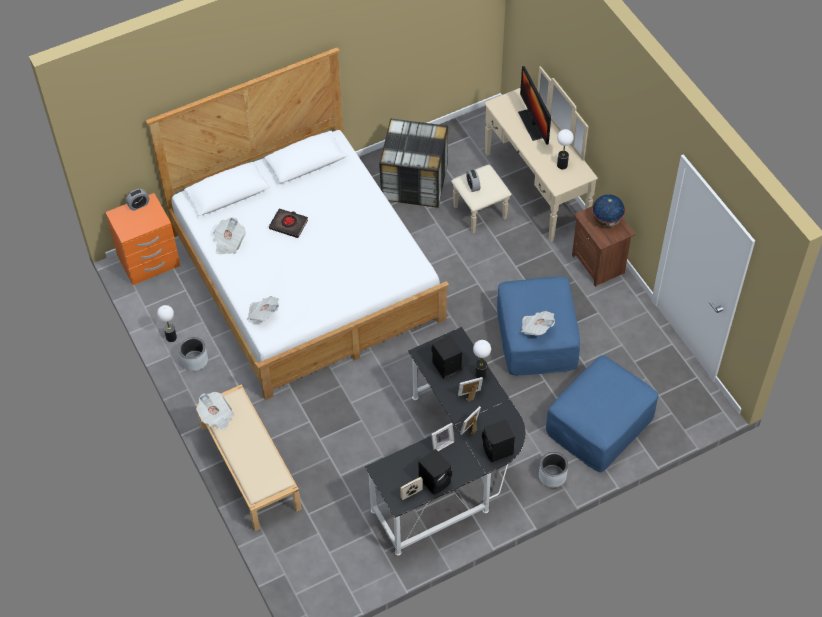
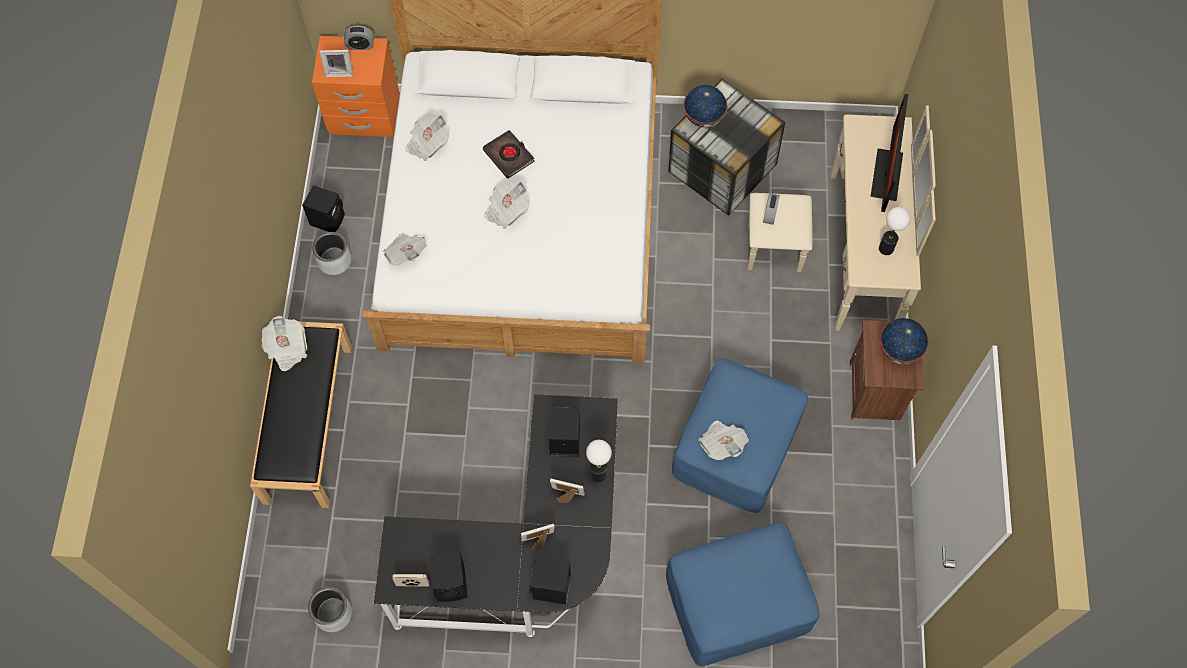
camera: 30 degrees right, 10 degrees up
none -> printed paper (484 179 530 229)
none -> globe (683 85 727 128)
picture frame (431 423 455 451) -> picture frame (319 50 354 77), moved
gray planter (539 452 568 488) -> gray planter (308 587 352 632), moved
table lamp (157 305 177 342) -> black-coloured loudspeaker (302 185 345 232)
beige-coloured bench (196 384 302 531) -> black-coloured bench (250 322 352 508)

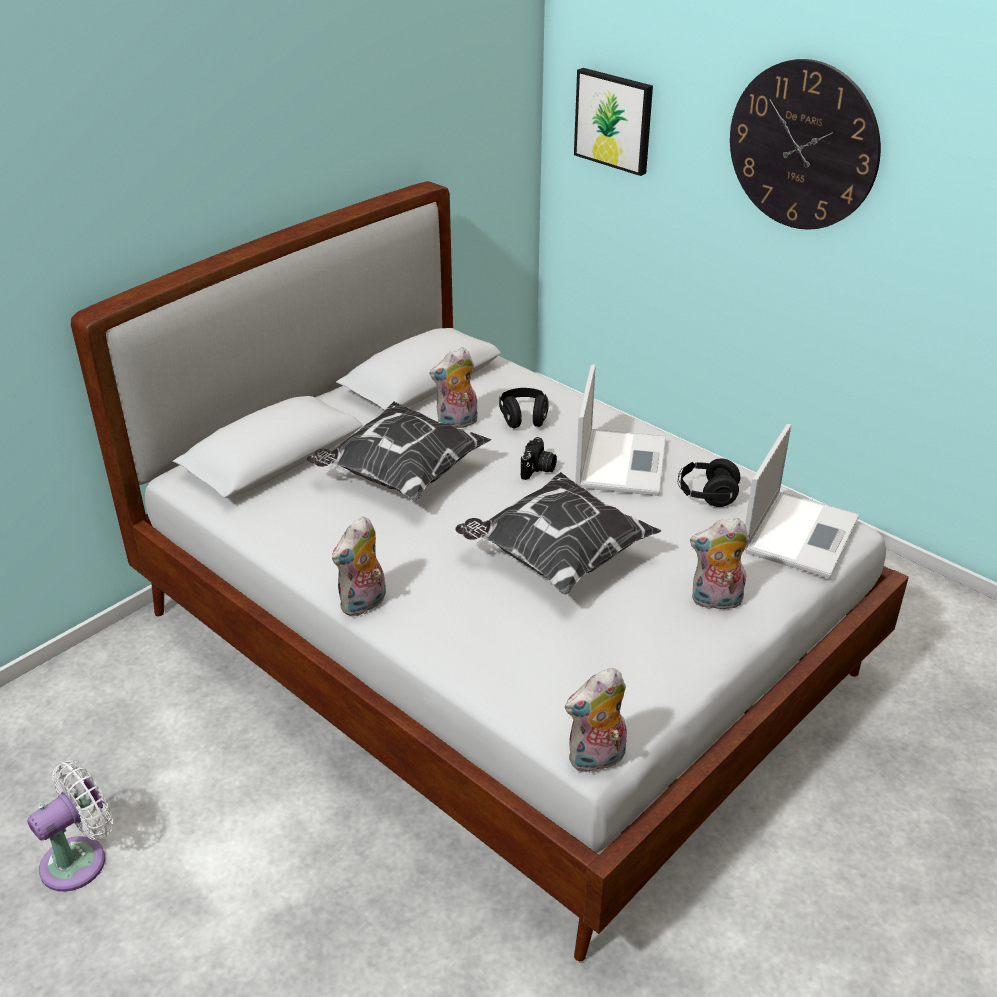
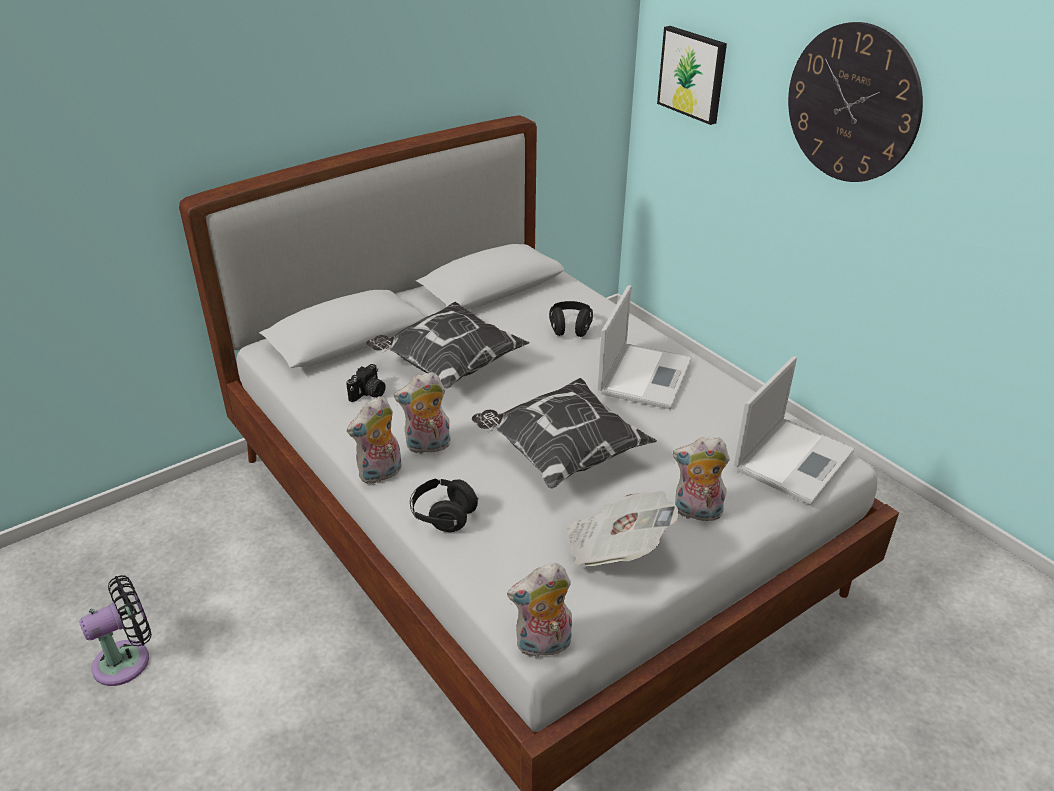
camera: 10 degrees right, 0 degrees up
none -> printed paper (568 491 678 566)
plush toy (429 347 478 428) -> plush toy (394 372 451 454), moved
still camera (521 437 557 480) -> still camera (346 364 386 402), moved
black-coloured headphones (678 458 740 507) -> black-coloured headphones (410 478 479 532), moved
white fan (27 760 113 892) -> black-coloured fan (79 575 152 686)

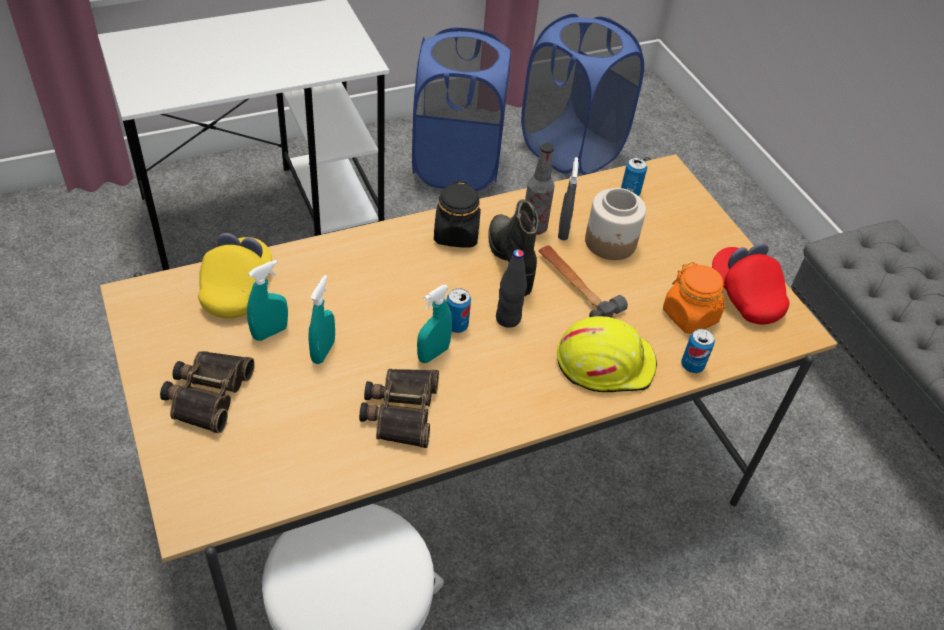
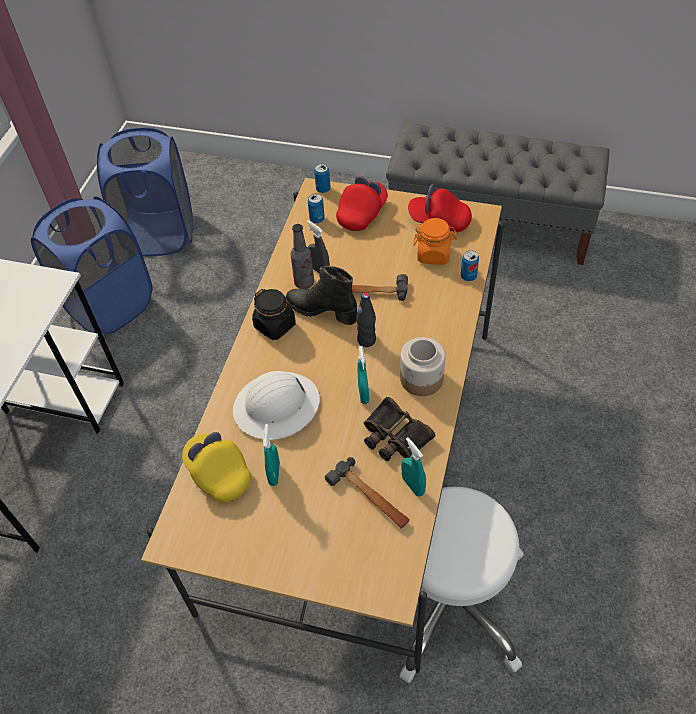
camera: 45 degrees left, 5 degrees up
field glasses (160 351 255 433) -> none
yellow safety helmet (557 316 657 392) -> none
none -> white safety helmet (233 371 320 440)
none -> hammer (325 457 410 529)
none -> reddish baseball cap (336 176 388 231)
turquoise-coloured hand sprayer (308 275 335 364) -> turquoise-coloured hand sprayer (402 437 426 496), moved
can (446 288 471 333) -> can (314 164 331 193), moved
preserve jar (585 188 646 260) -> preserve jar (400 337 446 396), moved

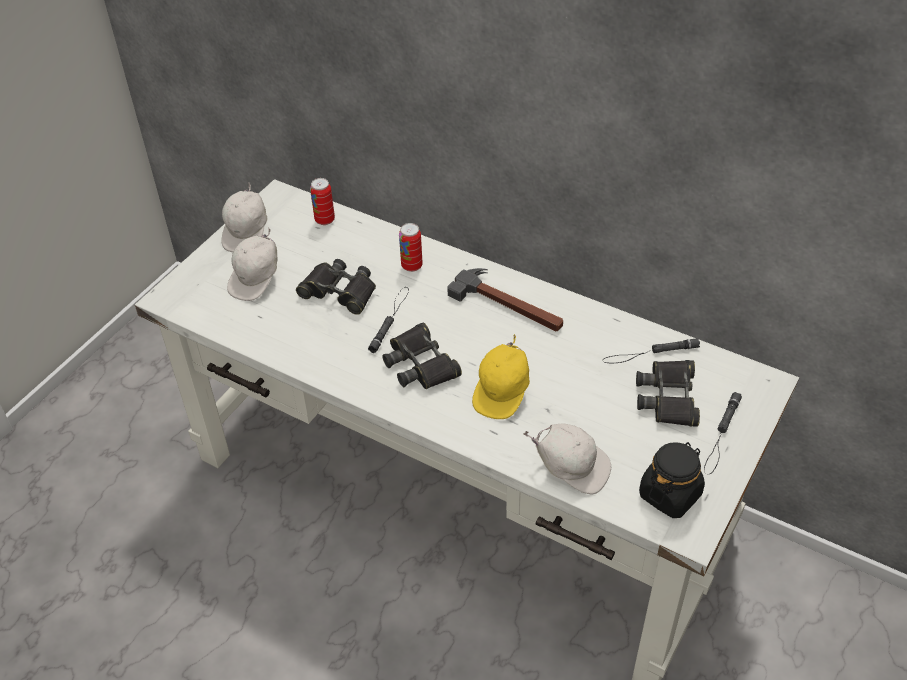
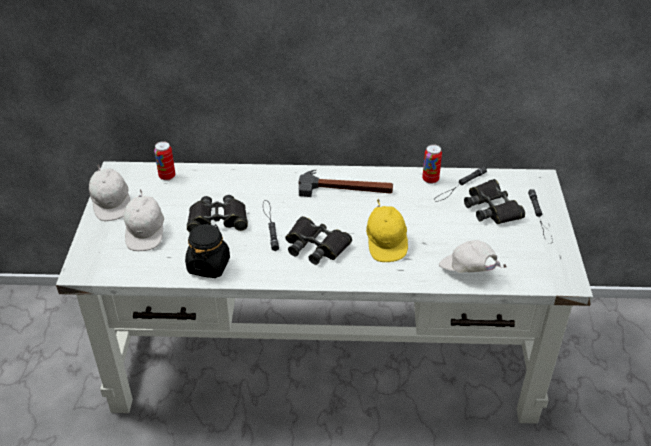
camera: 30 degrees left, 5 degrees down
can (399 223 423 272) -> can (422 144 442 184), moved
black-coloured preserve jar (639 442 705 518) -> black-coloured preserve jar (185 223 230 278), moved
white baseball cap (523 423 611 494) -> white baseball cap (439 240 507 273), 135 degrees counterclockwise

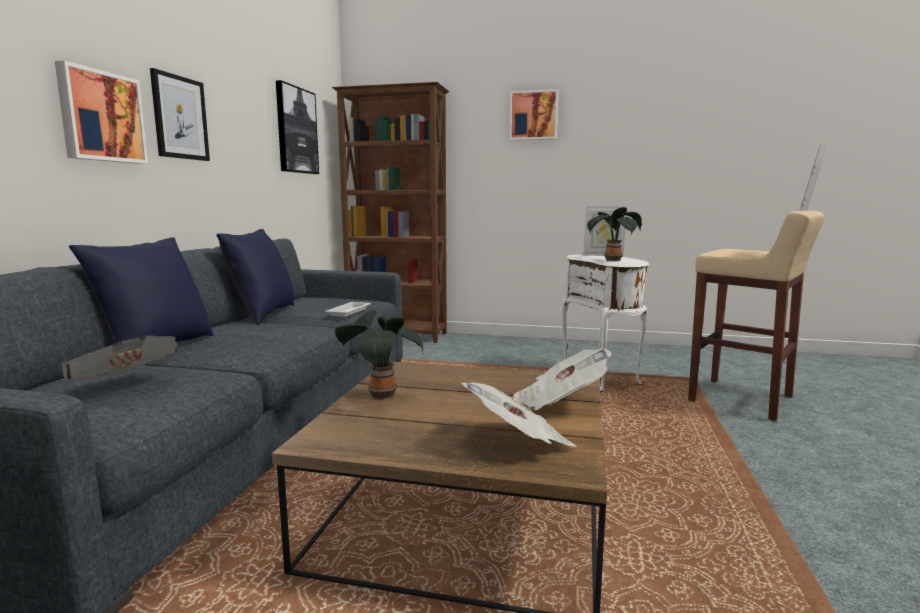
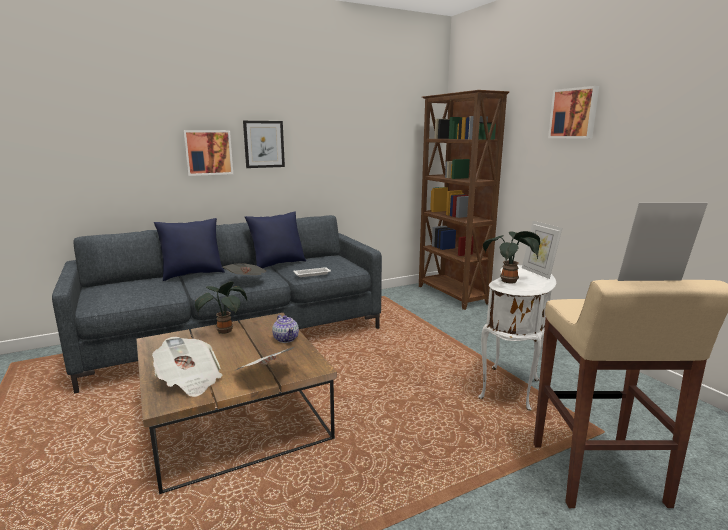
camera: 50 degrees right, 5 degrees up
wall picture (276 80 319 174) -> none
none -> tea pot (272 315 299 343)
printed paper (61 335 178 382) -> printed paper (222 263 266 275), moved

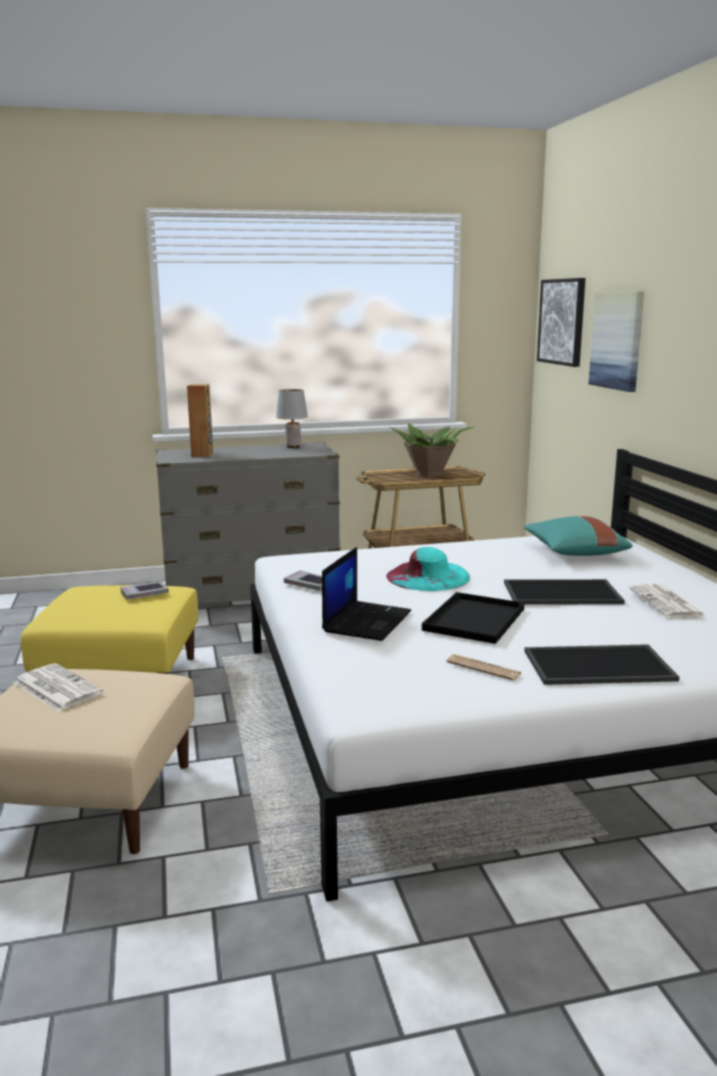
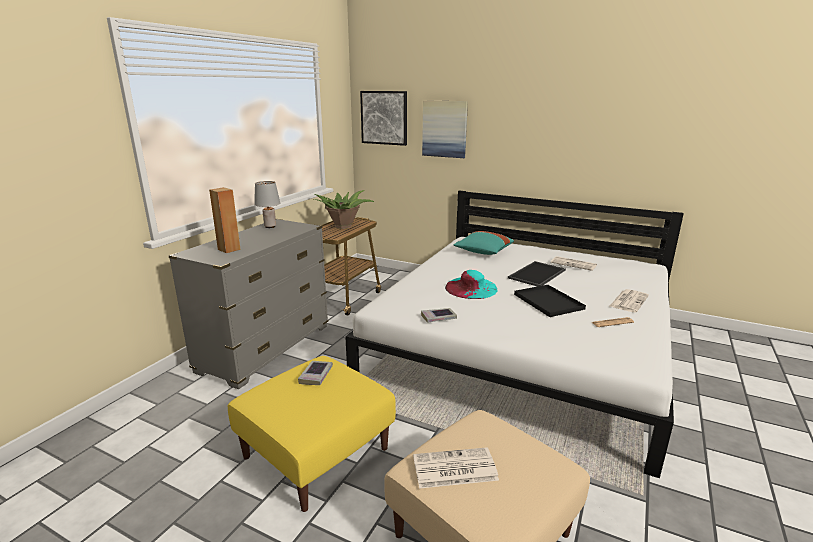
camera: 50 degrees left, 5 degrees up
portable computer (322 547 411 641) -> none
carrying tray (524 644 679 685) -> printed paper (610 289 649 313)

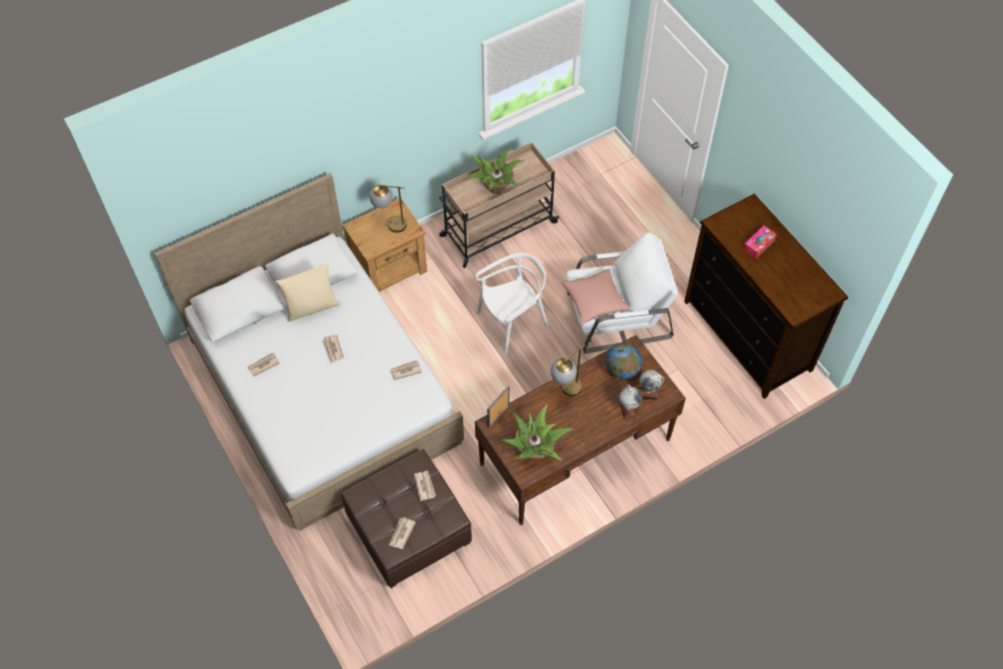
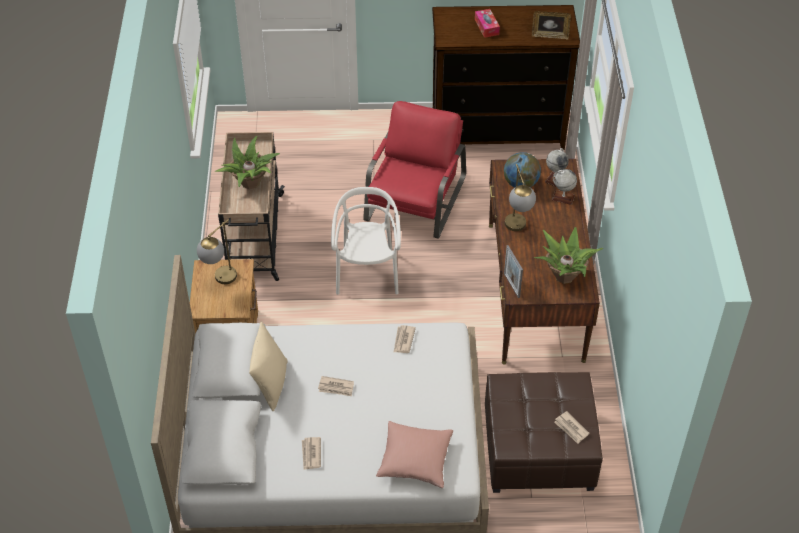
camera: 60 degrees left, 10 degrees down
printed paper (414 471 436 501) -> none
none -> picture frame (532 11 571 39)
pink cushion (562 269 630 325) -> pink cushion (376 421 453 488), moved
white armchair (566 232 679 353) -> reddish armchair (363 101 466 239)

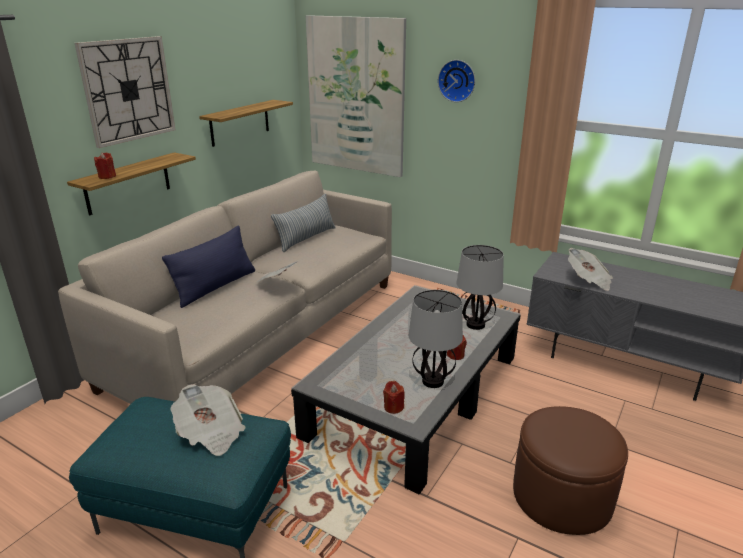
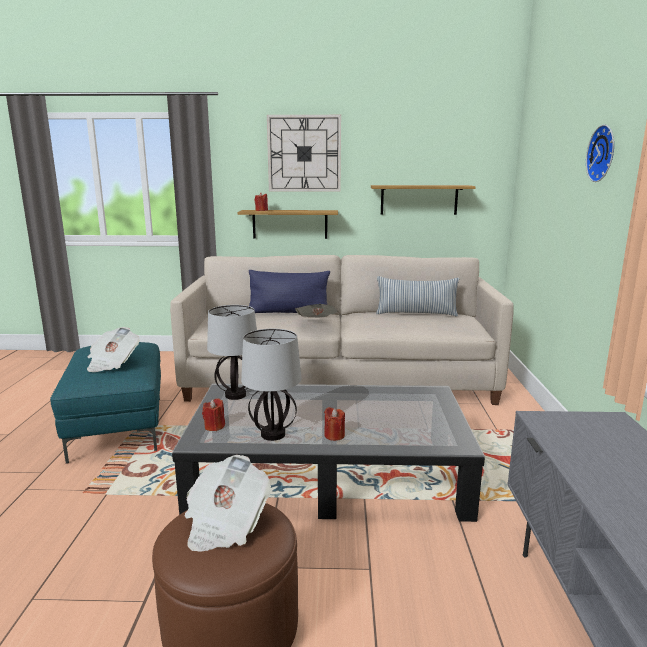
camera: 60 degrees right, 10 degrees down
wall picture (306 15 406 177) -> none
table lamp (457 245 504 330) -> table lamp (207 305 257 400), moved
printed paper (568 248 613 291) -> printed paper (184 455 271 552), moved

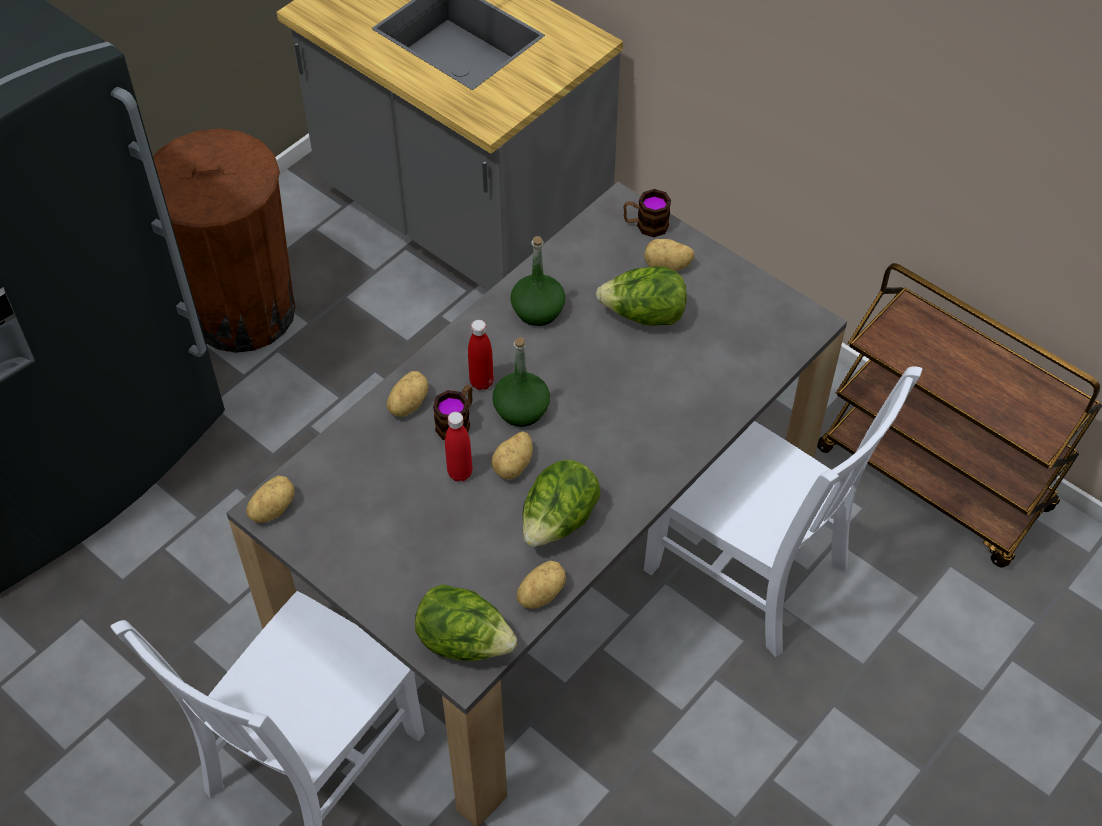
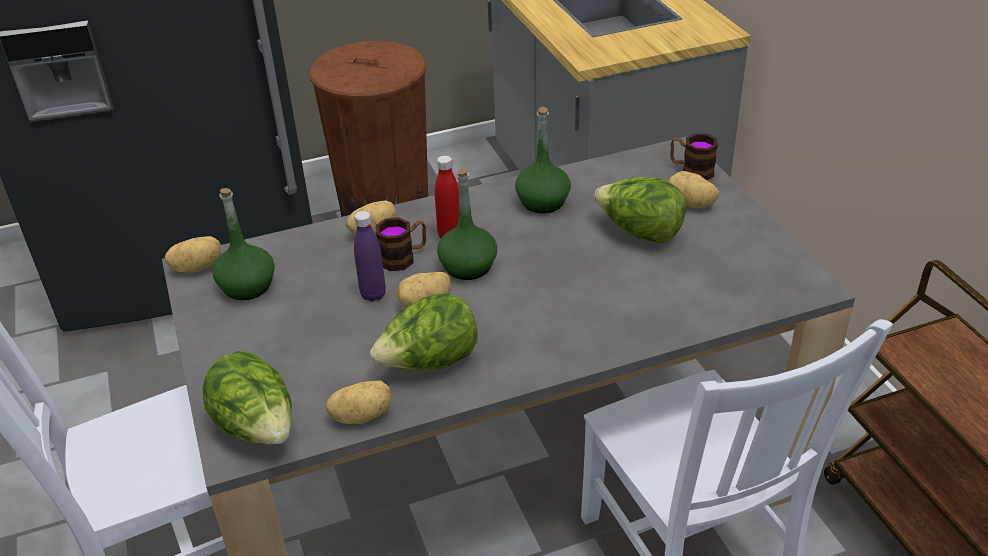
camera: 30 degrees right, 15 degrees down
none -> green-coloured bottle (212 188 275 300)
reddish bottle (445 412 472 481) -> purplish bottle (354 211 386 302)

